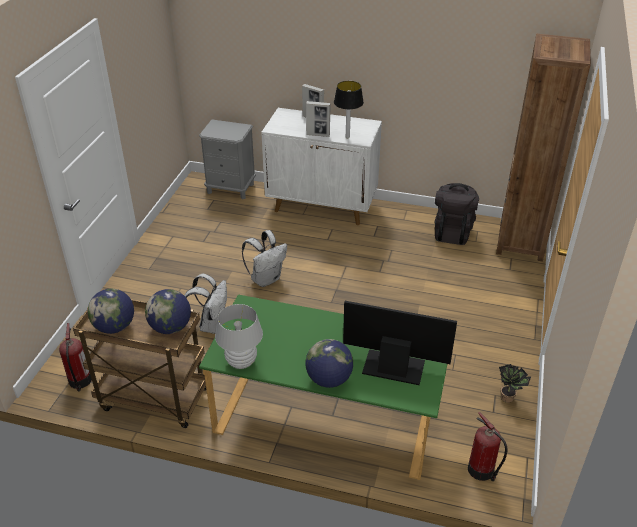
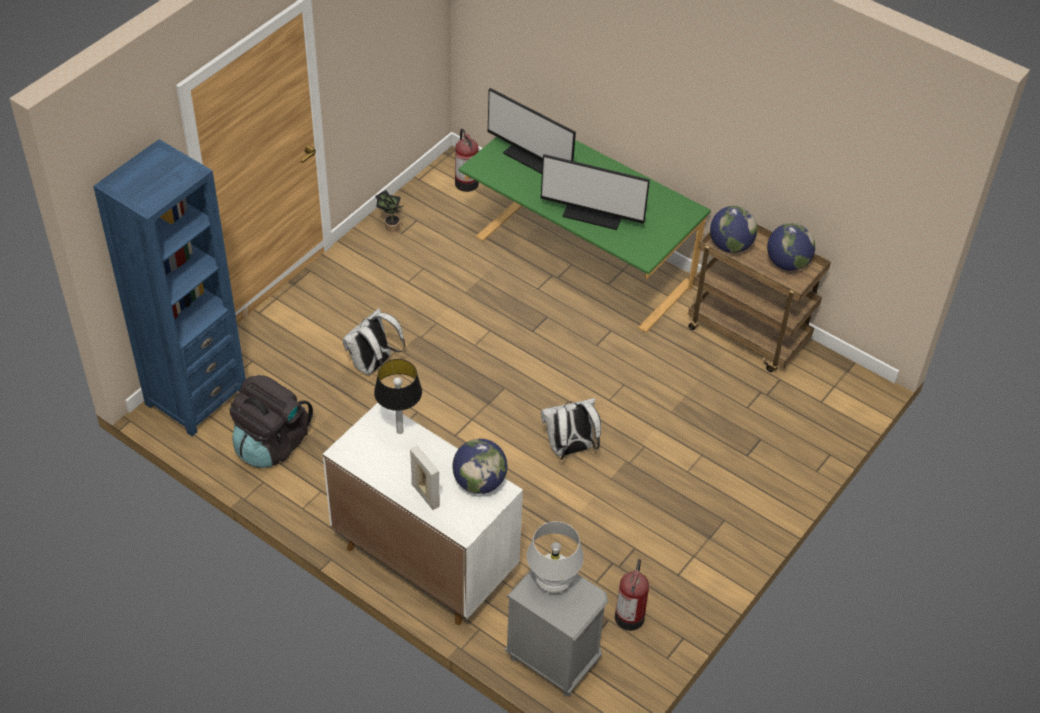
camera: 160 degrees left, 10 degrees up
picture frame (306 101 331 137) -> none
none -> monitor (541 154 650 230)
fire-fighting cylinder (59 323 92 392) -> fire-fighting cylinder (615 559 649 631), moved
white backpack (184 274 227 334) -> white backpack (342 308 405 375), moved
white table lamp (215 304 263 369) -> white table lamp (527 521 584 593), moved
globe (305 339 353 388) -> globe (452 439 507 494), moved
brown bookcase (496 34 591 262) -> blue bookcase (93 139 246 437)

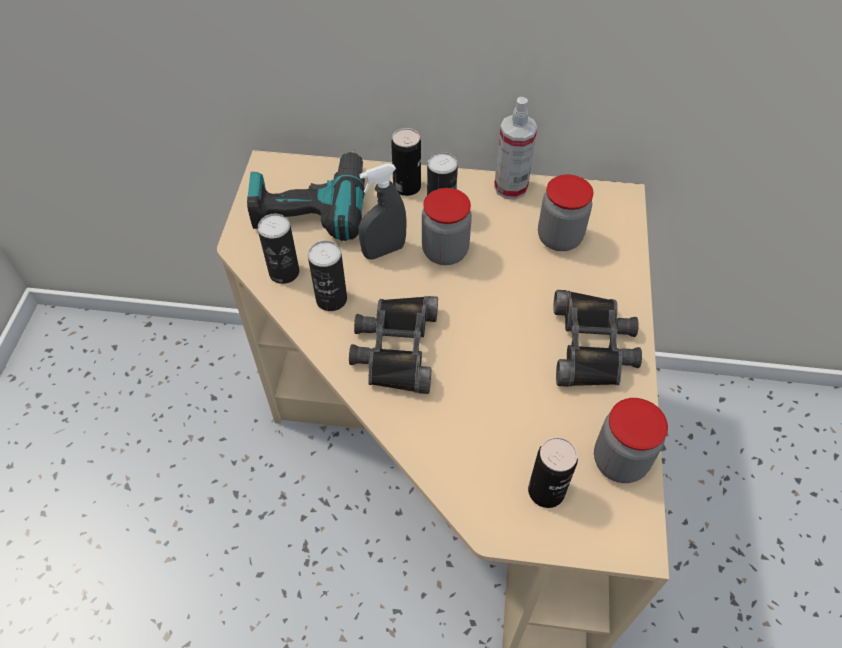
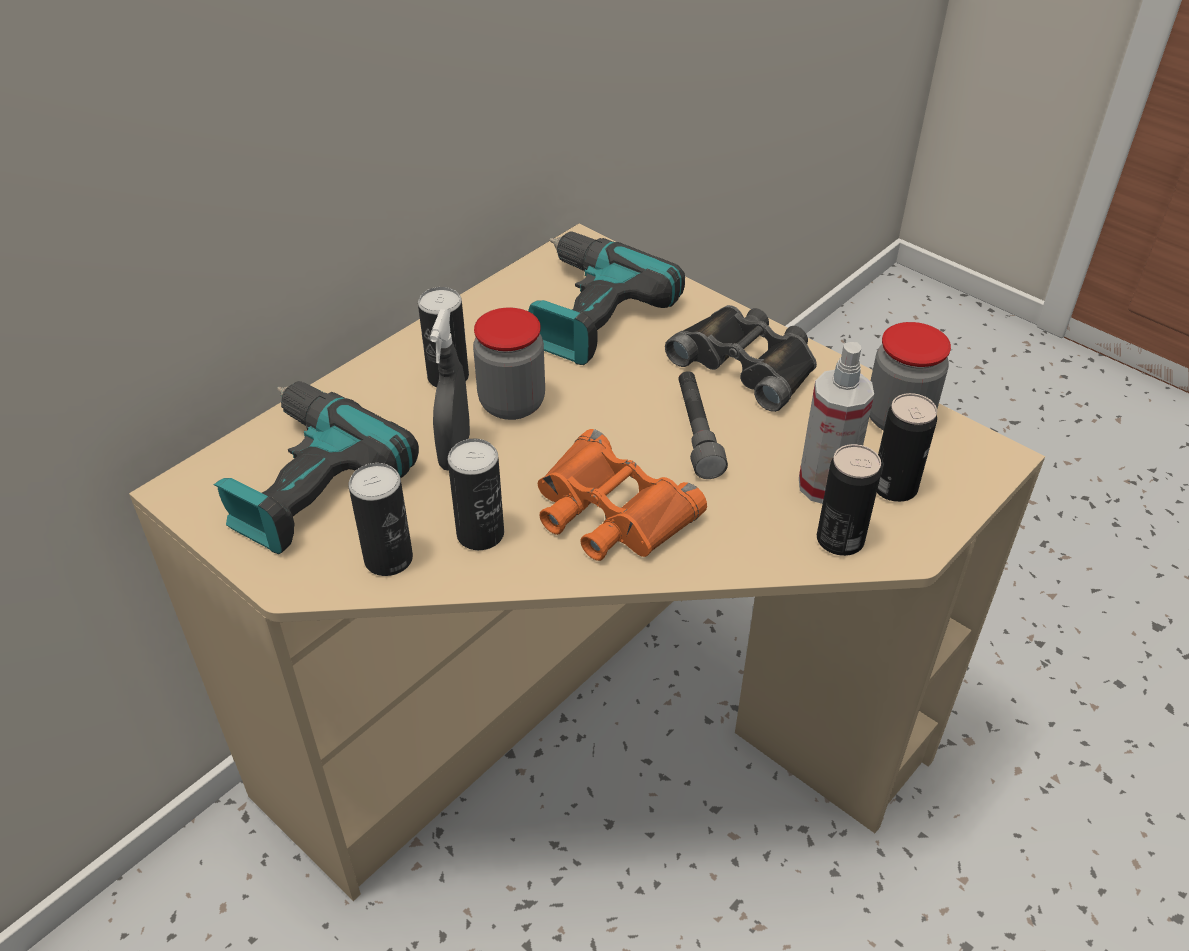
camera: 55 degrees left, 10 degrees down
none -> gray flashlight (678 371 728 479)
can (391 128 421 196) -> can (817 444 881 556), moved
hand sprayer (494 97 537 200) -> hand sprayer (799 342 874 504), moved
preserve jar (538 175 593 251) -> electric drill (528 231 685 365)
black-coloured field glasses (349 296 438 394) -> orange field glasses (538 429 707 561)

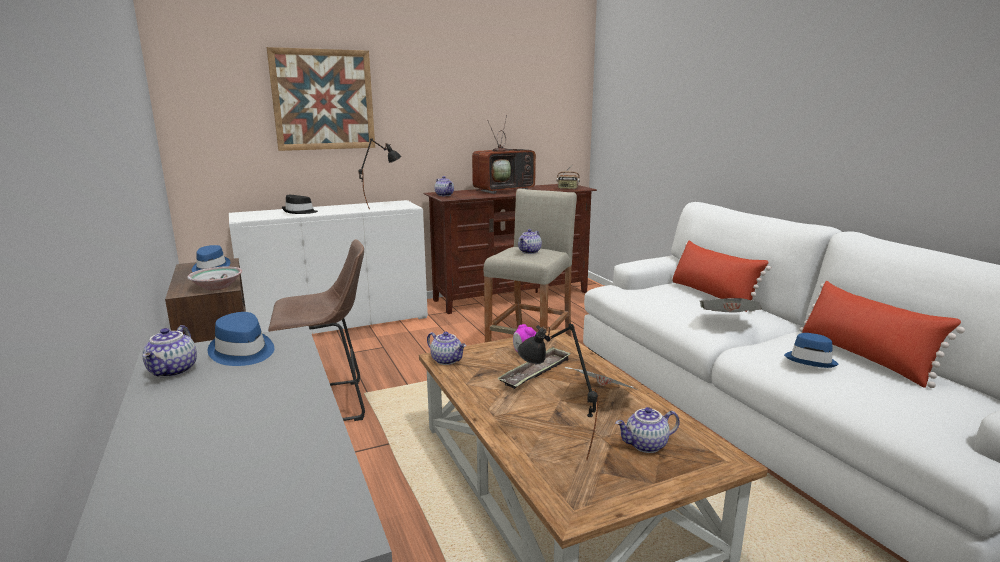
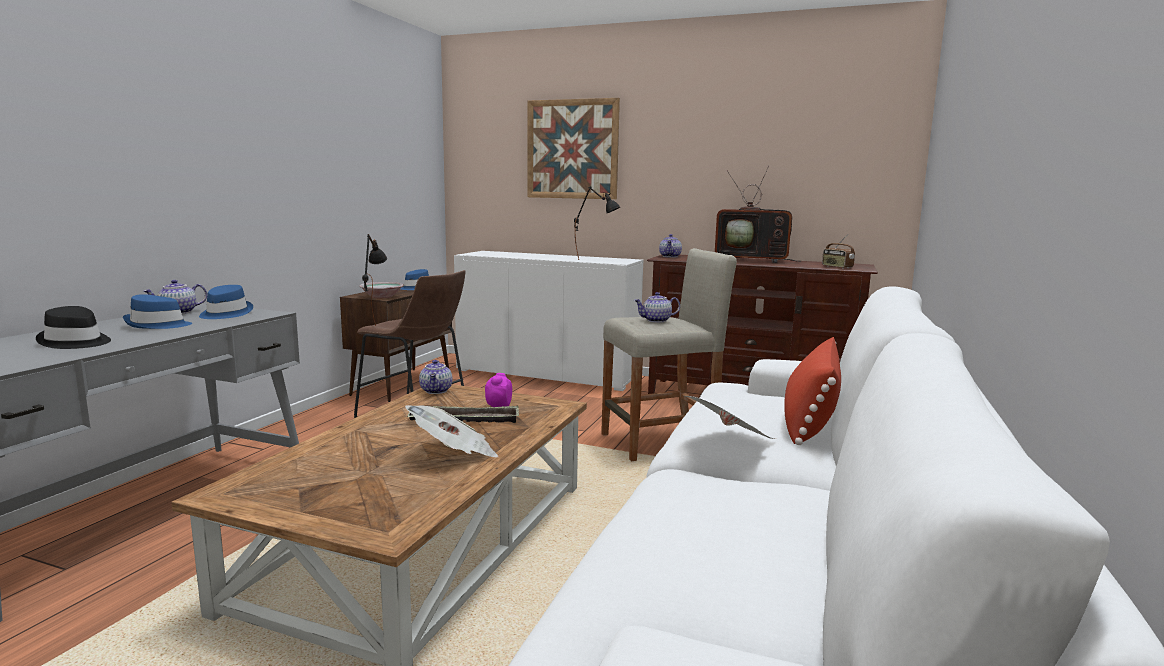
camera: 45 degrees right, 5 degrees down
tea pot (615 407 680 453) -> none
reddish cushion (799 281 965 388) -> none
black-coloured hat (282 195 318 214) -> black-coloured hat (36 306 111 349), moved
black-coloured table lamp (517 323 598 460) -> black-coloured table lamp (362 234 387 326), moved
blue hat (784 333 839 368) -> blue hat (123 294 192 329), moved

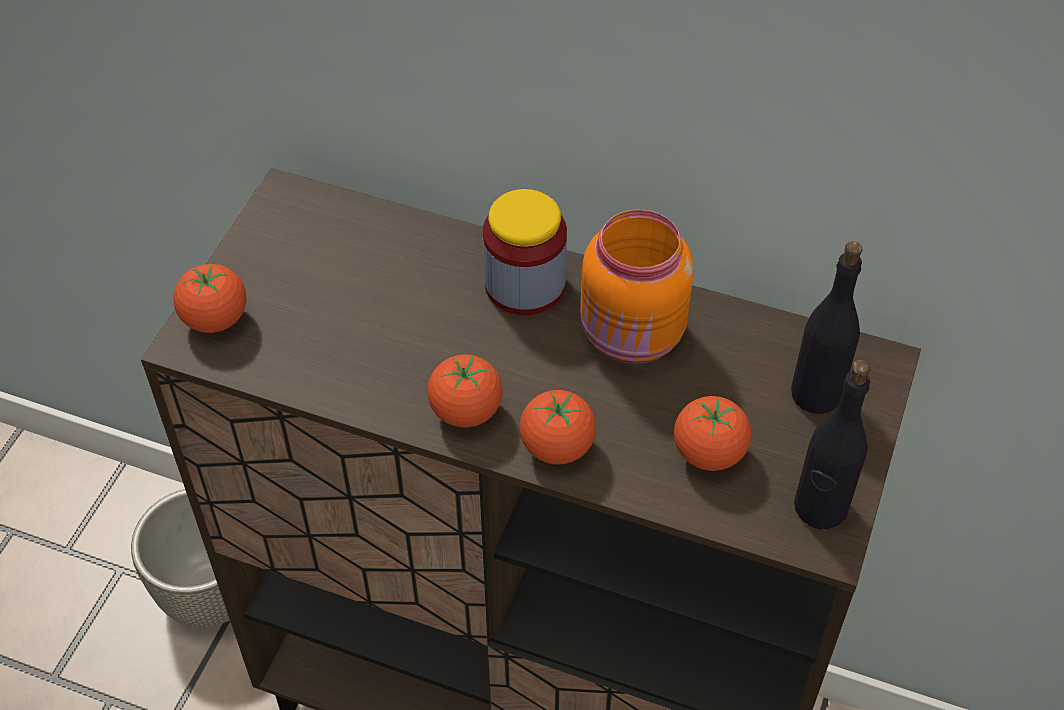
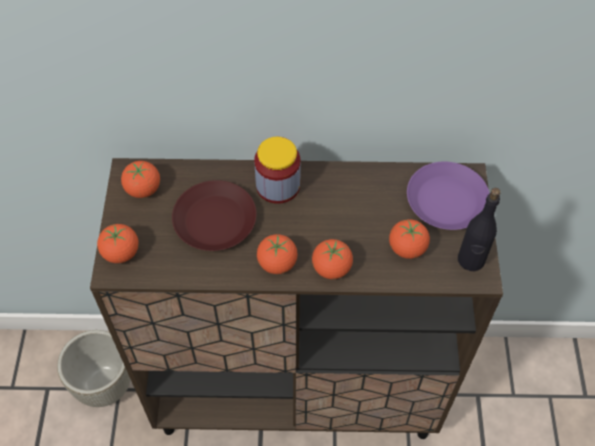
camera: 20 degrees left, 5 degrees up
orange preserve jar (580 209 694 364) -> none
none -> tomato (121 161 160 198)
none -> brown flat dish (172 180 257 251)
black-coloured bottle (791 241 862 414) -> purplish flat dish (407 162 490 230)

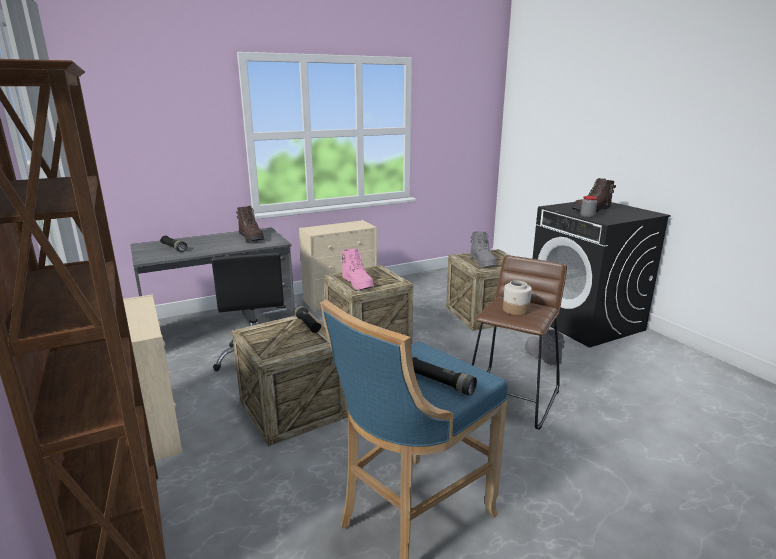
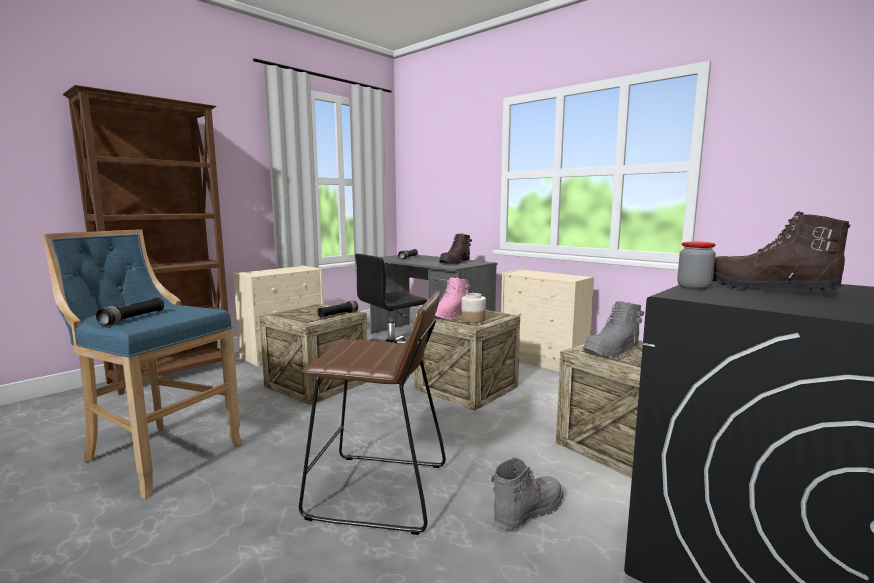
camera: 70 degrees right, 10 degrees down
preserve jar (503 281 532 315) -> preserve jar (461 293 486 323), moved

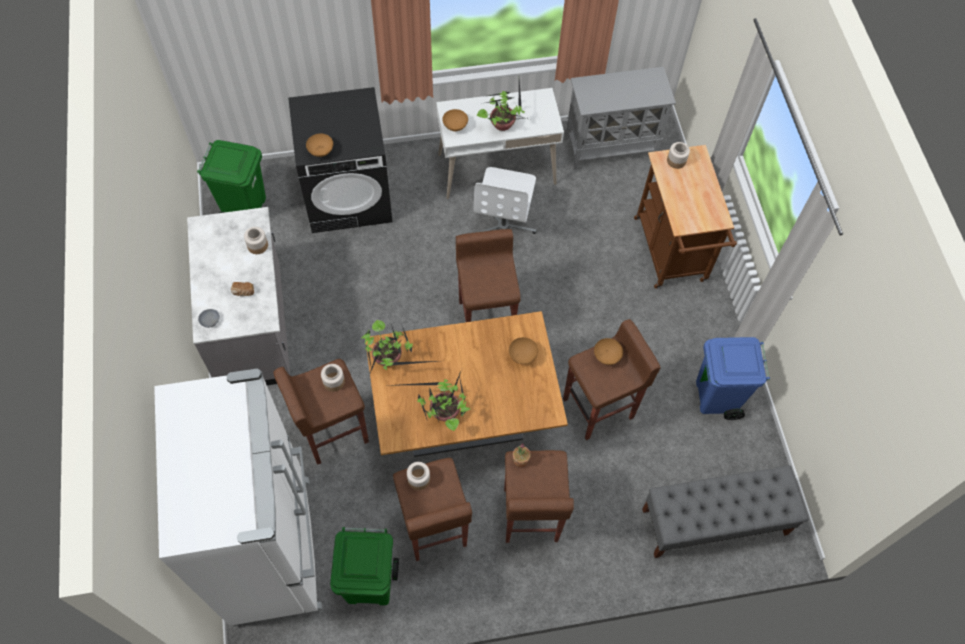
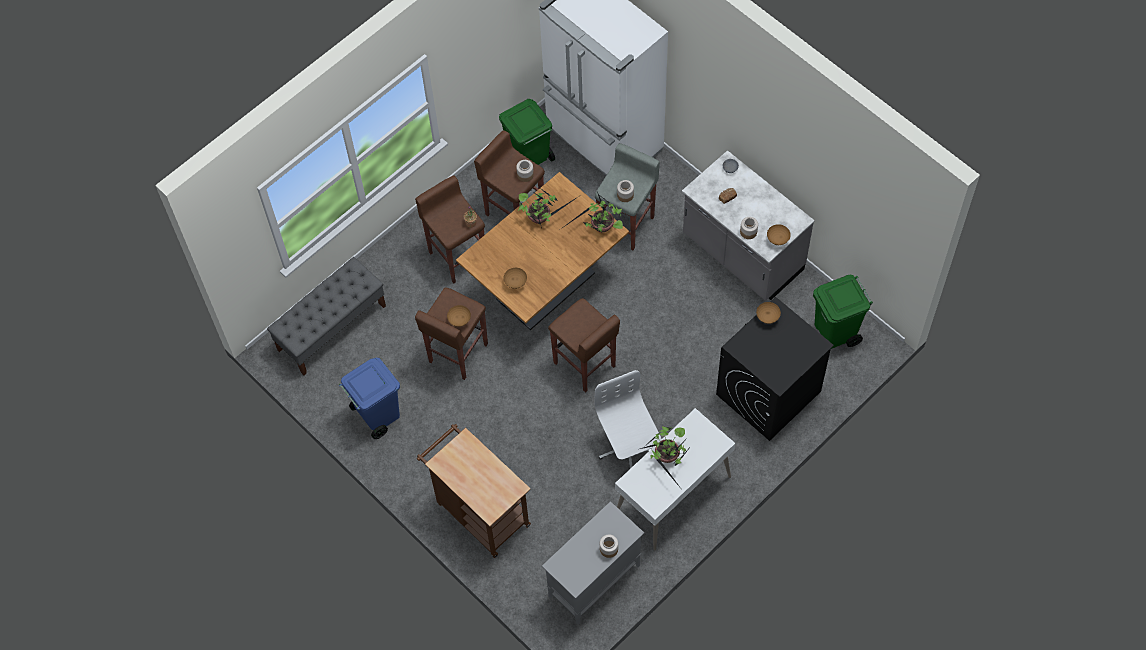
camera: 150 degrees right, 0 degrees up
brown serving bowl (442 109 468 131) -> brown serving bowl (767 224 791 245), moved
preserve jar (667 142 690 169) -> preserve jar (600 534 618 558), moved
brown stool (274 359 369 465) -> gray stool (595 143 660 250)

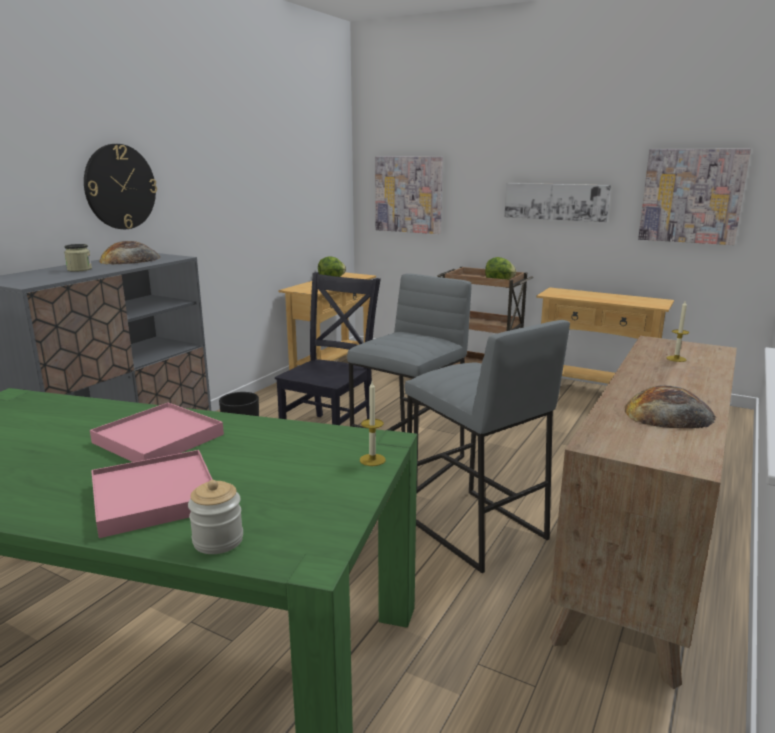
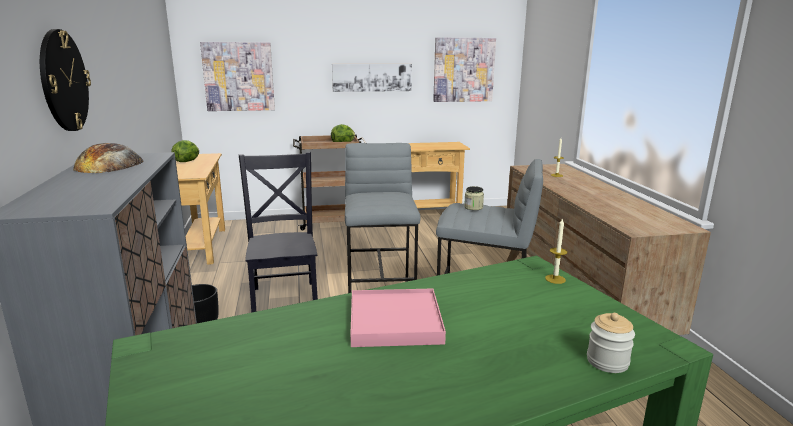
camera: 40 degrees left, 0 degrees up
pink carrying tray (91 450 213 538) -> none
bread (625 385 716 429) -> none
preserve jar (64 244 92 272) -> preserve jar (464 186 484 210), moved

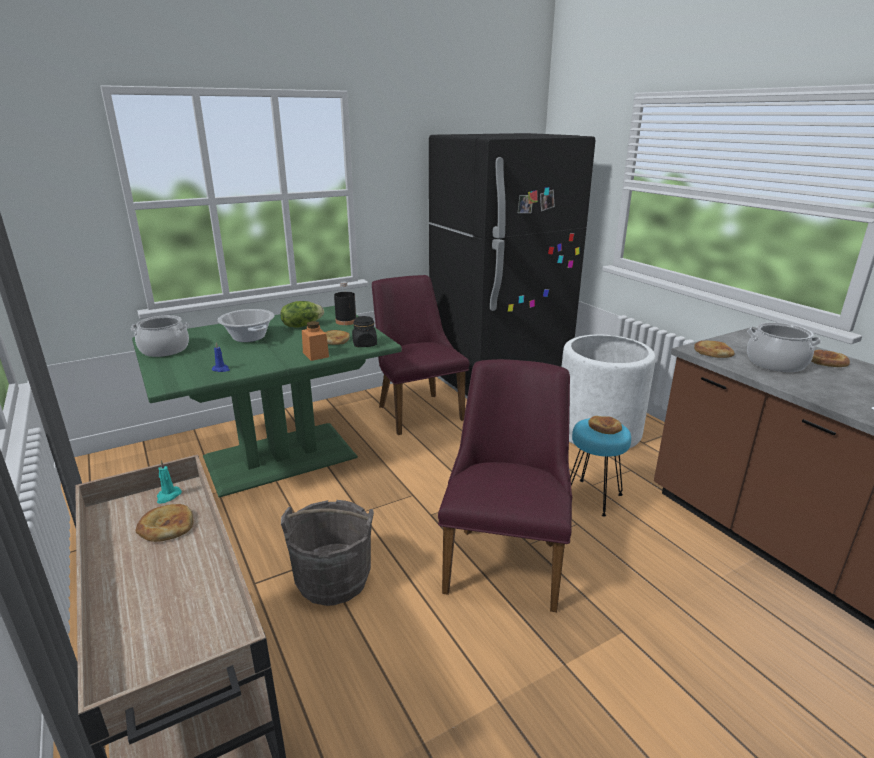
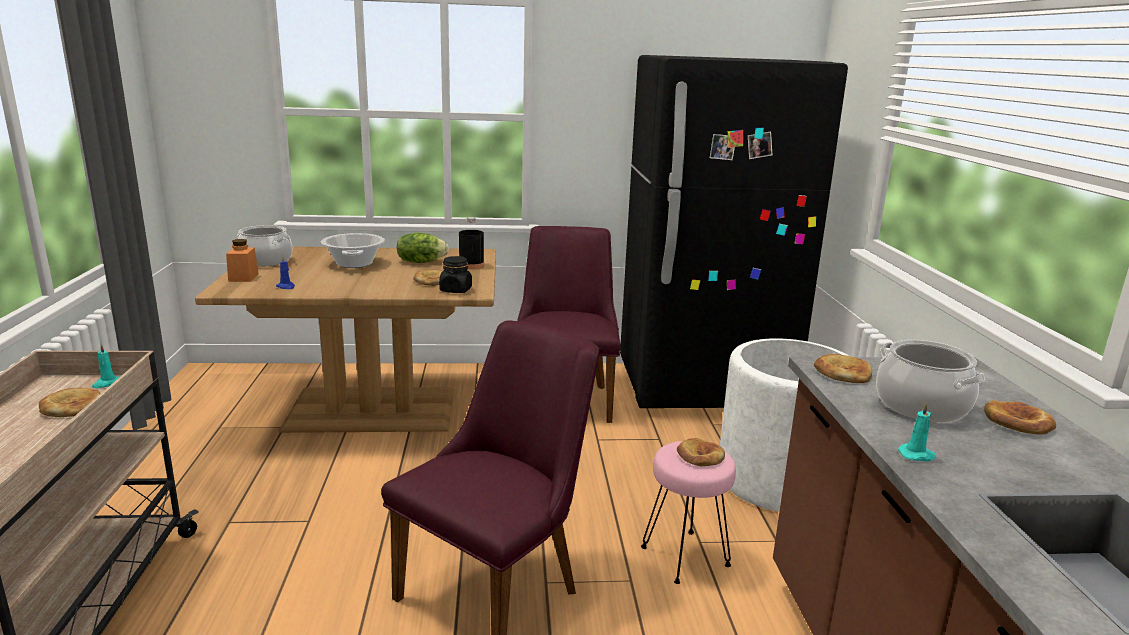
camera: 25 degrees right, 5 degrees down
gray bucket (281 500 374 606) -> none
none -> turquoise-coloured wax candle (898 402 936 461)
orange preserve jar (302 321 329 361) -> orange preserve jar (226 239 259 282), moved
green-coloured dining table (132 306 402 498) -> brown dining table (195 247 496 433)
turquoise-coloured stool (570 418 631 517) -> pink stool (641 441 736 584)

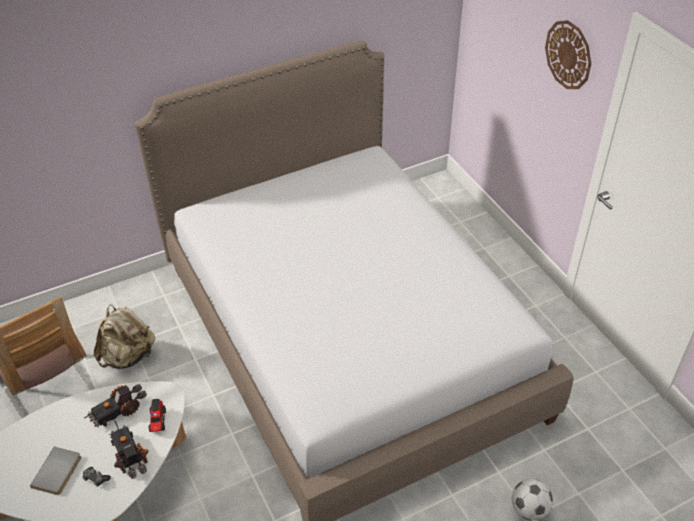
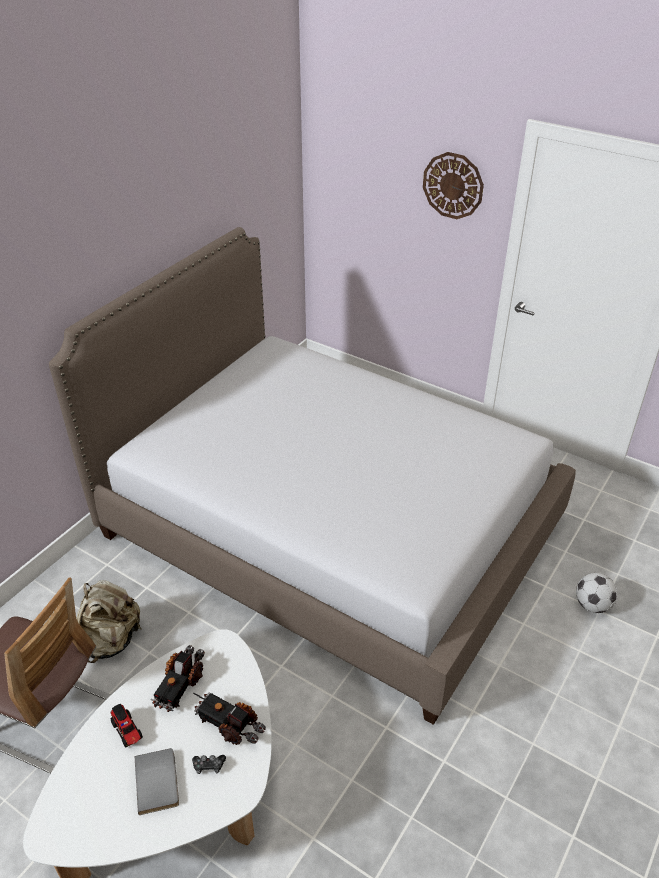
camera: 30 degrees left, 5 degrees down
toy lorry (149 399 166 432) -> toy lorry (110 704 143 748), moved

